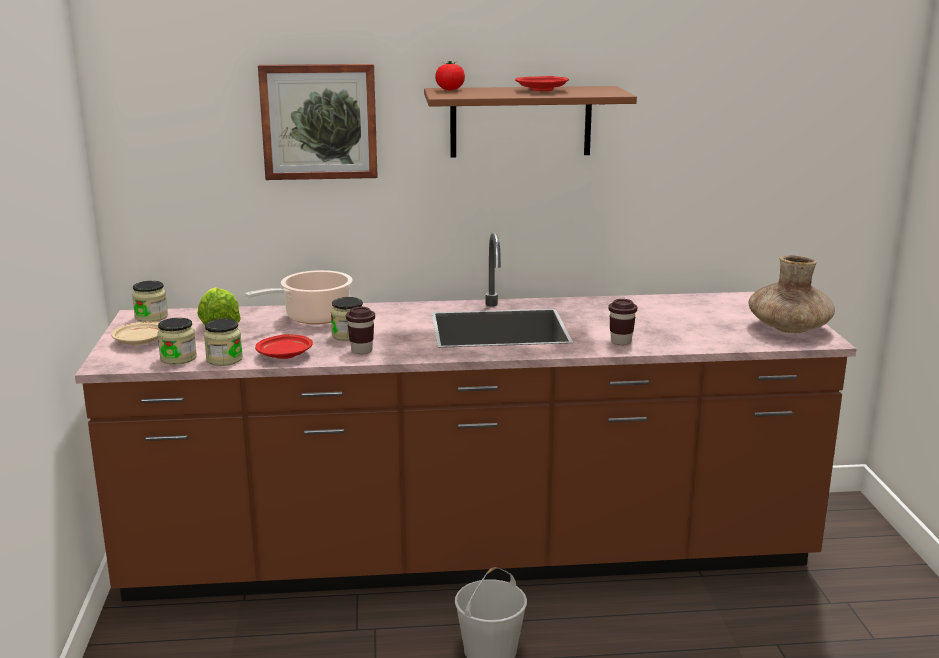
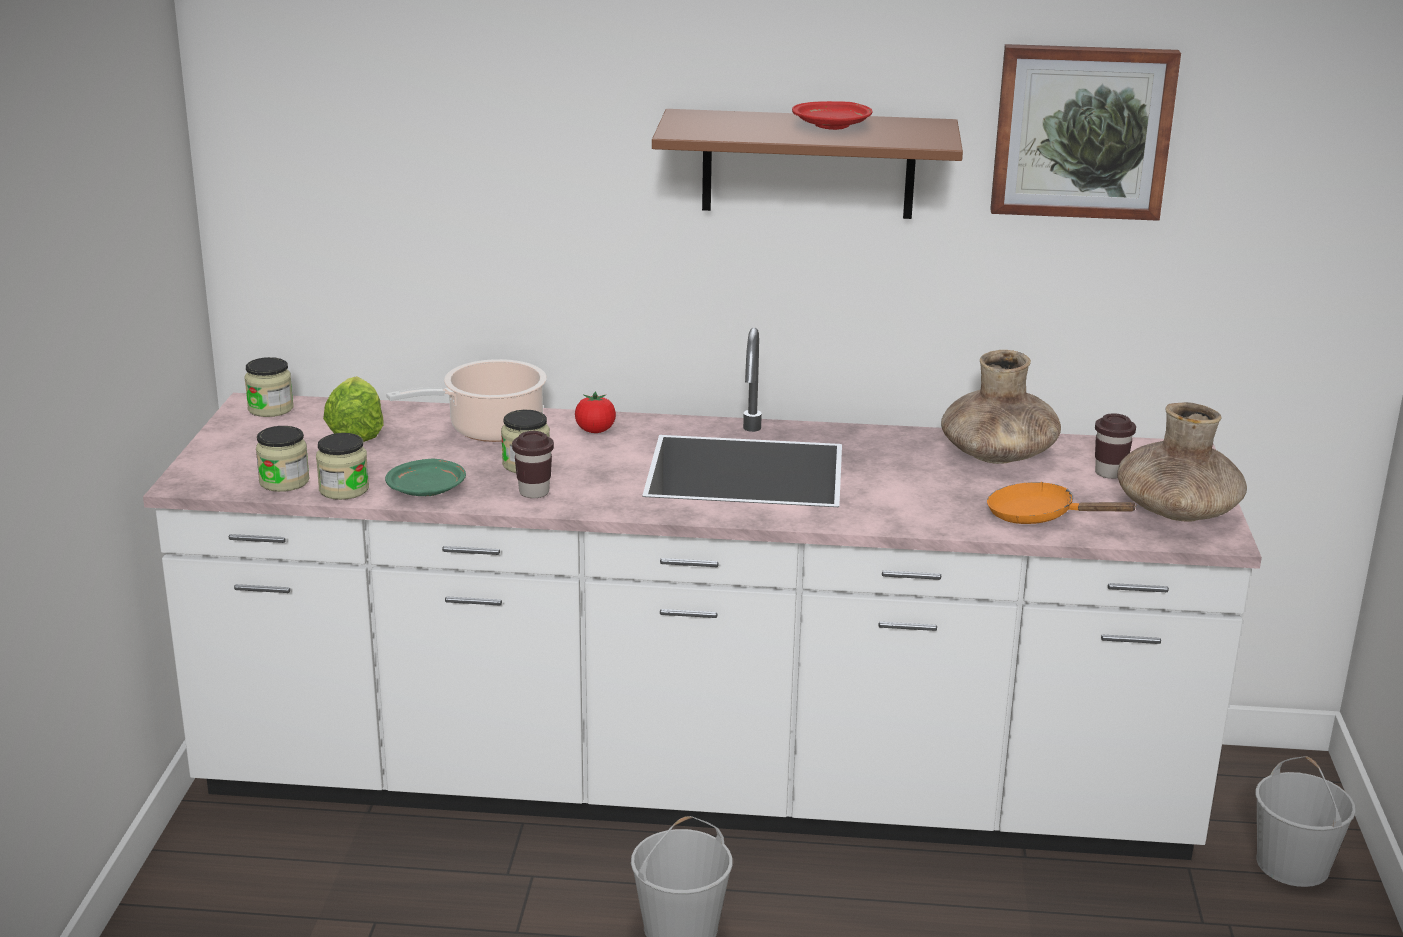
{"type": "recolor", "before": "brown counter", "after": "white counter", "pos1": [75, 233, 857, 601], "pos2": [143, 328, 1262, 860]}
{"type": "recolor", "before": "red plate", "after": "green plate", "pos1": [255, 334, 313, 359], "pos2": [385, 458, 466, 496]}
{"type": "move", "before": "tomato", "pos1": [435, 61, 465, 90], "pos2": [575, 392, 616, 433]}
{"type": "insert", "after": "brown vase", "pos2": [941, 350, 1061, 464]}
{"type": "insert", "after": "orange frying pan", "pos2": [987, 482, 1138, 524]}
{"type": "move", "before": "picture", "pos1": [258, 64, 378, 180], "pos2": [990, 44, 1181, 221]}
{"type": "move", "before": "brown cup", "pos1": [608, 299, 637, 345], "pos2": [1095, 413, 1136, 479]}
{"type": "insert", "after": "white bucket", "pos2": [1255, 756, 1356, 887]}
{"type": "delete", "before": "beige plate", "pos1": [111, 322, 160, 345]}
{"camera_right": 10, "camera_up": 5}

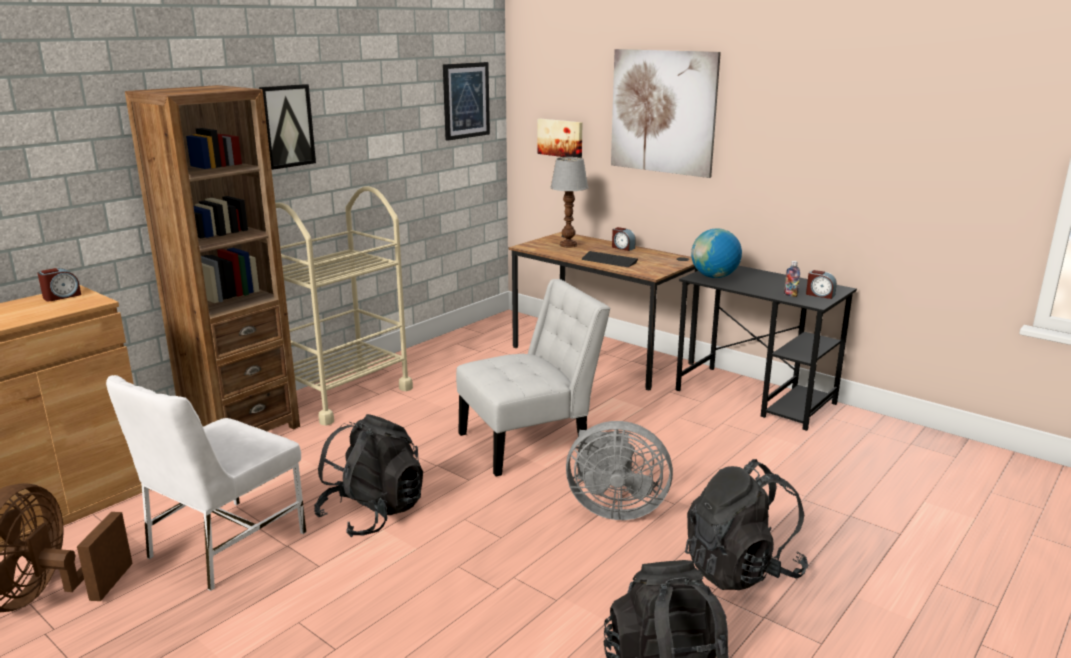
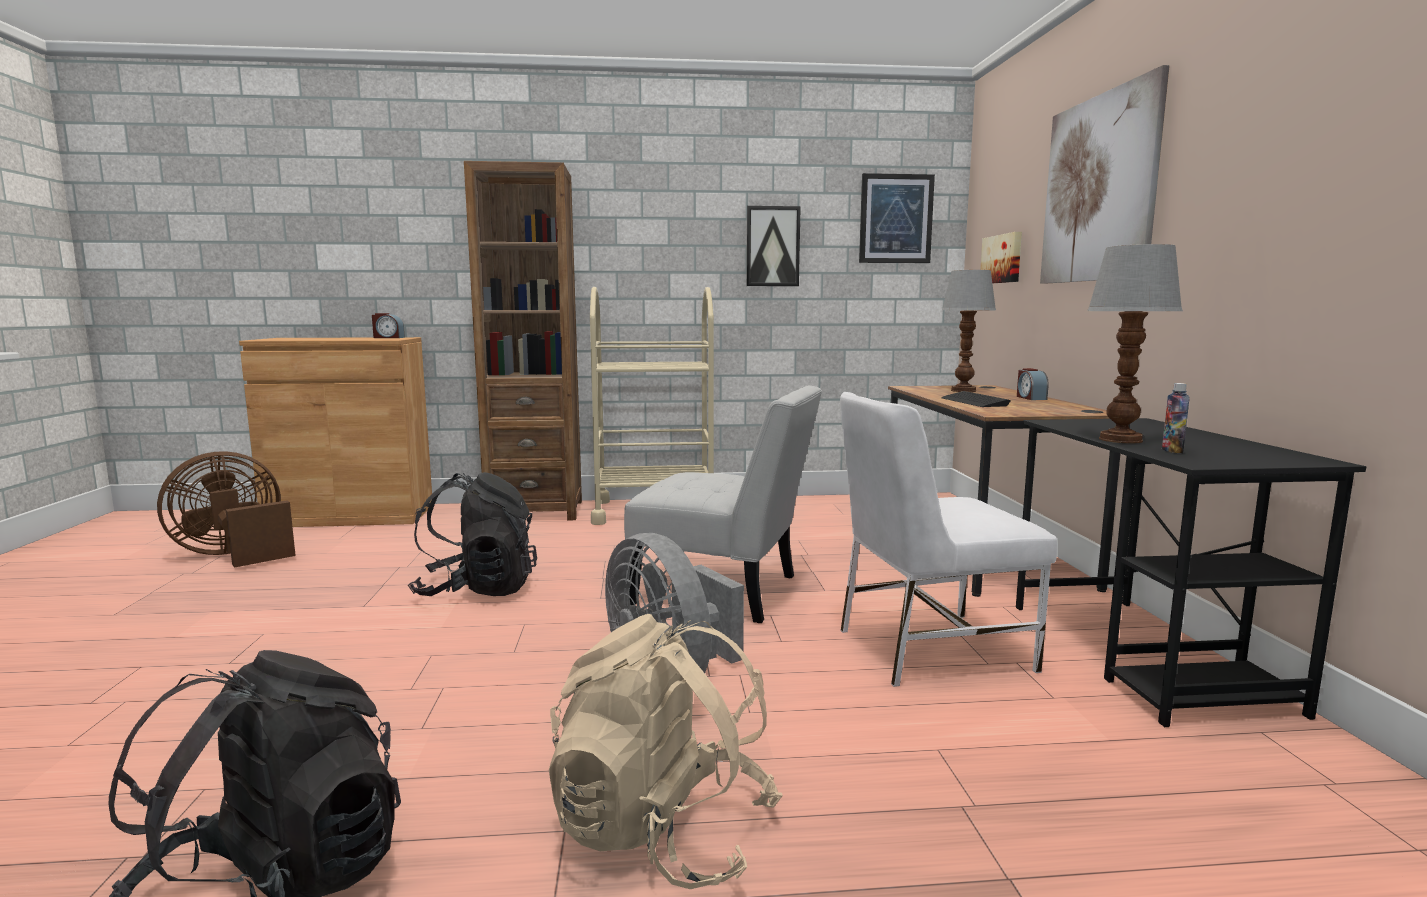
{"type": "recolor", "before": "black backpack", "after": "beige backpack", "pos1": [685, 459, 808, 590], "pos2": [549, 614, 783, 889]}
{"type": "move", "before": "picture", "pos1": [259, 84, 316, 170], "pos2": [746, 206, 801, 286]}
{"type": "move", "before": "white chair", "pos1": [106, 375, 306, 591], "pos2": [840, 392, 1058, 687]}
{"type": "insert", "after": "table lamp", "pos2": [1087, 244, 1183, 443]}
{"type": "delete", "before": "globe", "pos1": [691, 228, 742, 278]}
{"type": "delete", "before": "alarm clock", "pos1": [806, 270, 837, 299]}
{"camera_right": 45, "camera_up": -10}

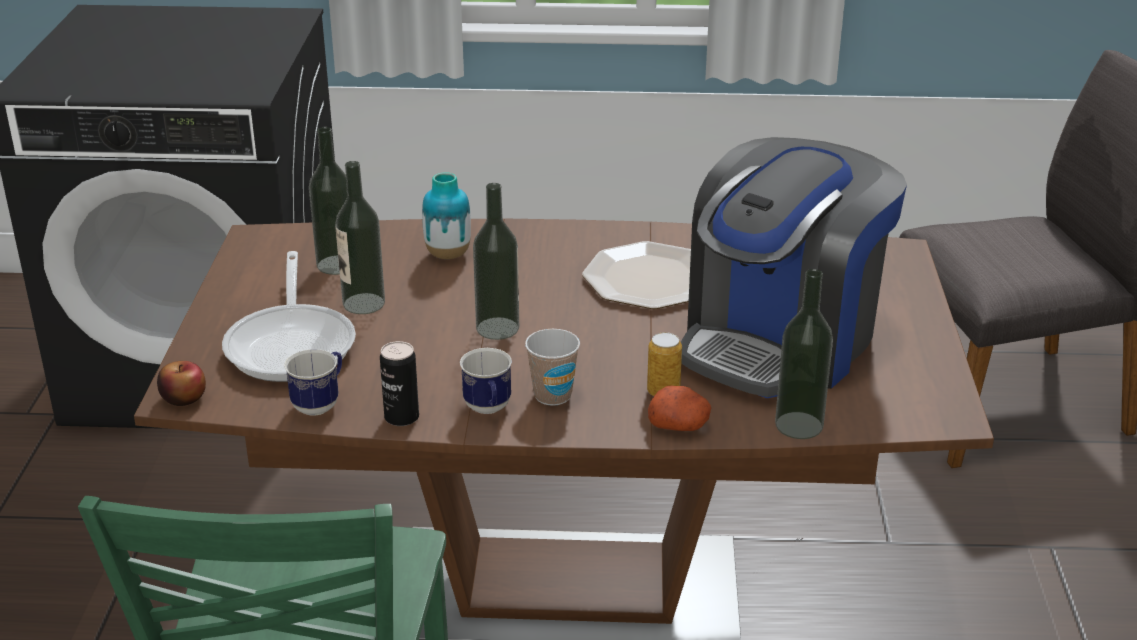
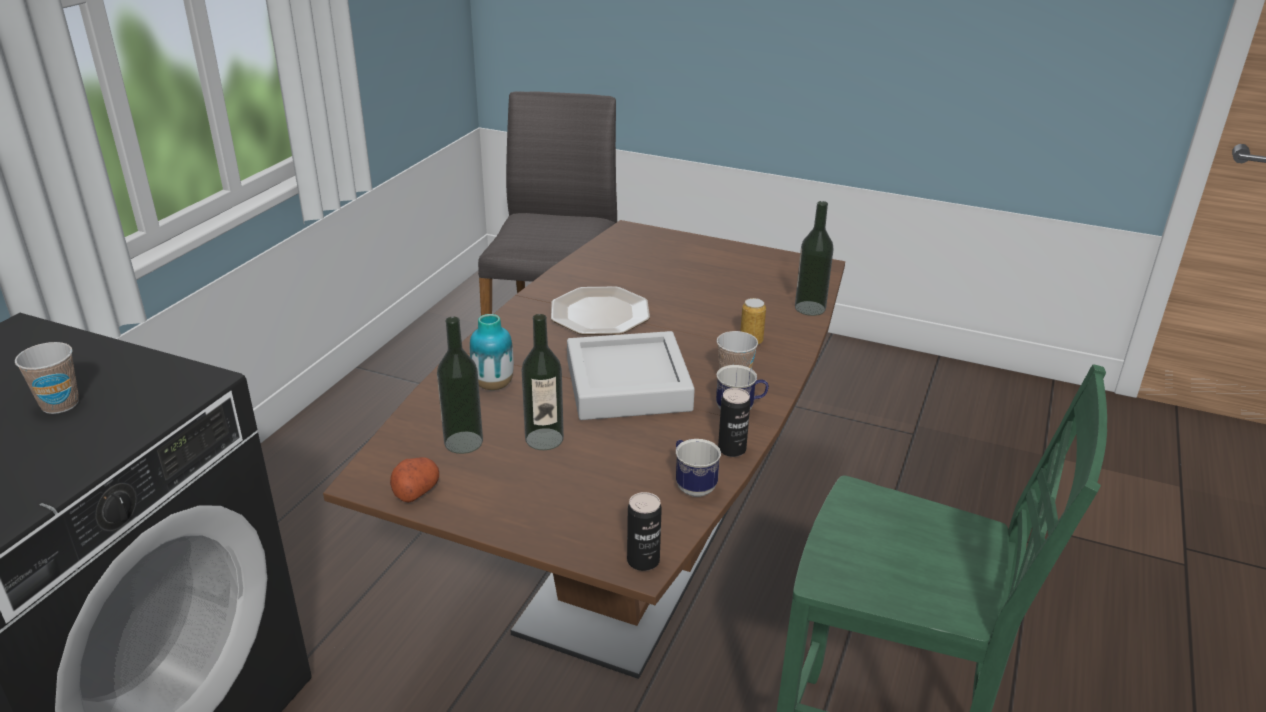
{"type": "insert", "after": "cup", "pos2": [15, 342, 79, 414]}
{"type": "move", "before": "potato", "pos1": [648, 385, 711, 431], "pos2": [390, 457, 439, 503]}
{"type": "replace", "before": "bottle", "after": "grey tray", "pos1": [473, 183, 519, 340], "pos2": [567, 331, 695, 420]}
{"type": "replace", "before": "apple", "after": "can", "pos1": [157, 361, 206, 406], "pos2": [627, 492, 662, 571]}
{"type": "delete", "before": "frying pan", "pos1": [222, 251, 356, 382]}
{"type": "delete", "before": "coffee machine", "pos1": [681, 137, 907, 398]}
{"camera_right": -70, "camera_up": 0}

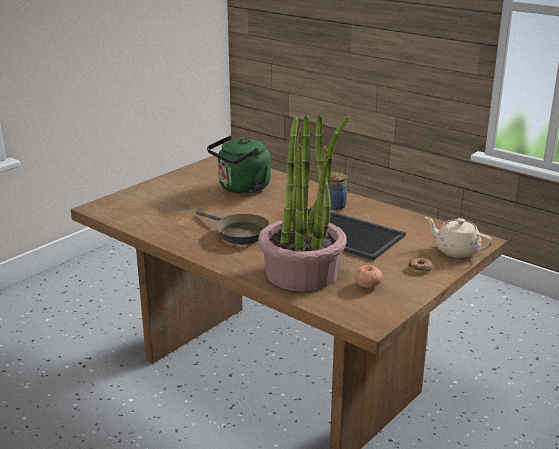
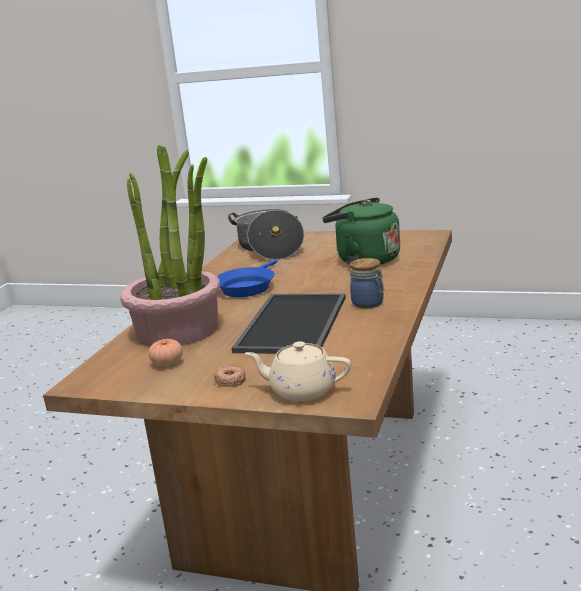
{"type": "recolor", "before": "brown frying pan", "after": "blue frying pan", "pos1": [196, 211, 270, 245], "pos2": [217, 259, 277, 297]}
{"type": "insert", "after": "cooking pot", "pos2": [228, 209, 304, 260]}
{"type": "rotate", "before": "beige teapot", "pos1": [425, 217, 492, 258], "pos2": [244, 341, 351, 401], "turn": -90}
{"camera_right": 70, "camera_up": -5}

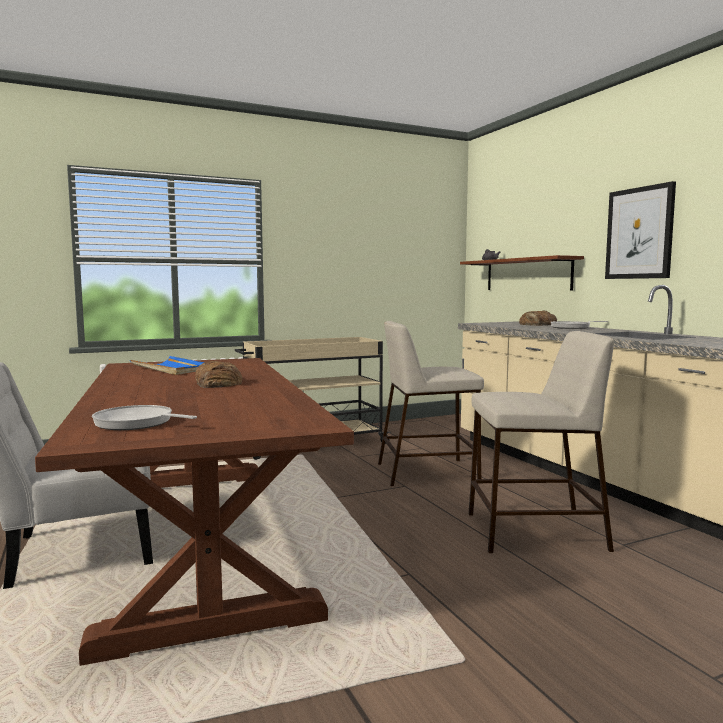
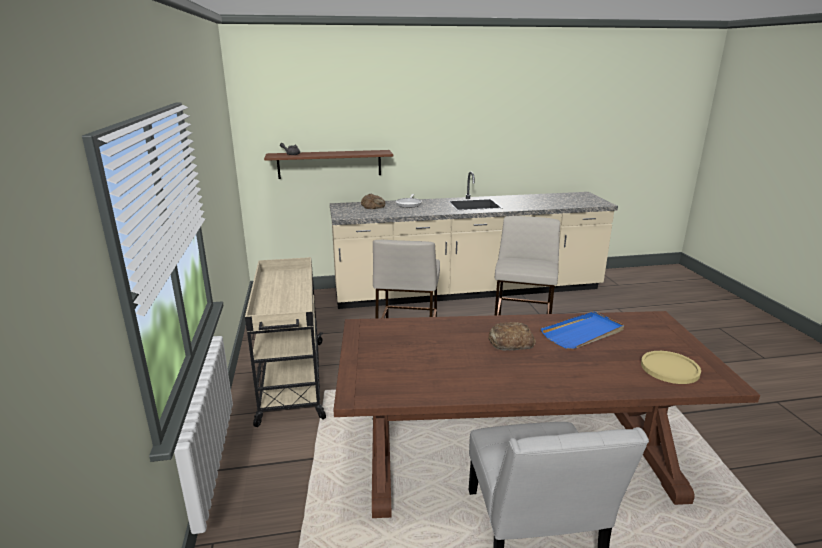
{"type": "move", "before": "blue tray", "pos1": [130, 356, 204, 375], "pos2": [541, 311, 624, 349]}
{"type": "replace", "before": "frying pan", "after": "yellow plate", "pos1": [92, 405, 197, 430], "pos2": [641, 351, 701, 384]}
{"type": "delete", "before": "picture", "pos1": [605, 181, 676, 279]}
{"camera_right": -75, "camera_up": 15}

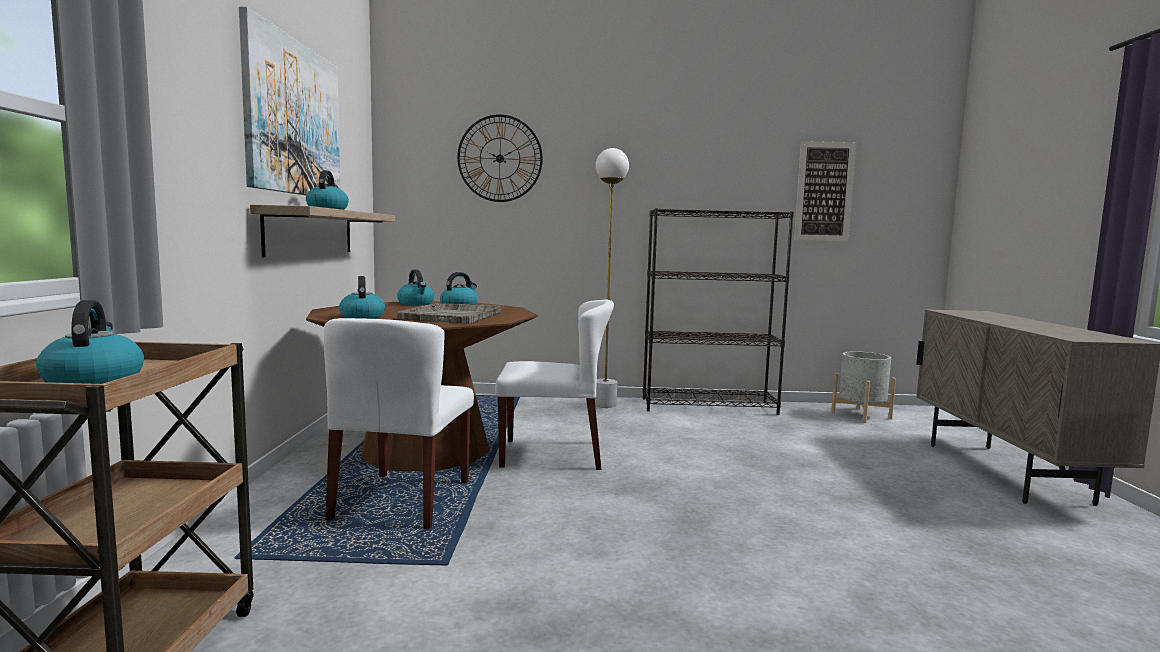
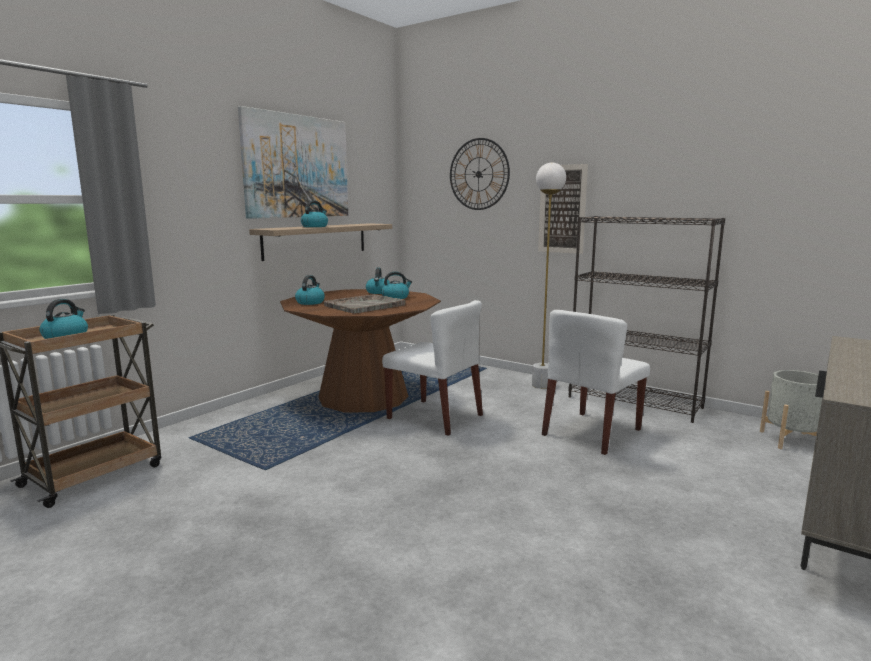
{"type": "move", "before": "picture", "pos1": [794, 141, 856, 241], "pos2": [538, 164, 588, 254]}
{"type": "move", "before": "white chair", "pos1": [324, 318, 474, 529], "pos2": [542, 310, 650, 455]}
{"camera_right": 35, "camera_up": 5}

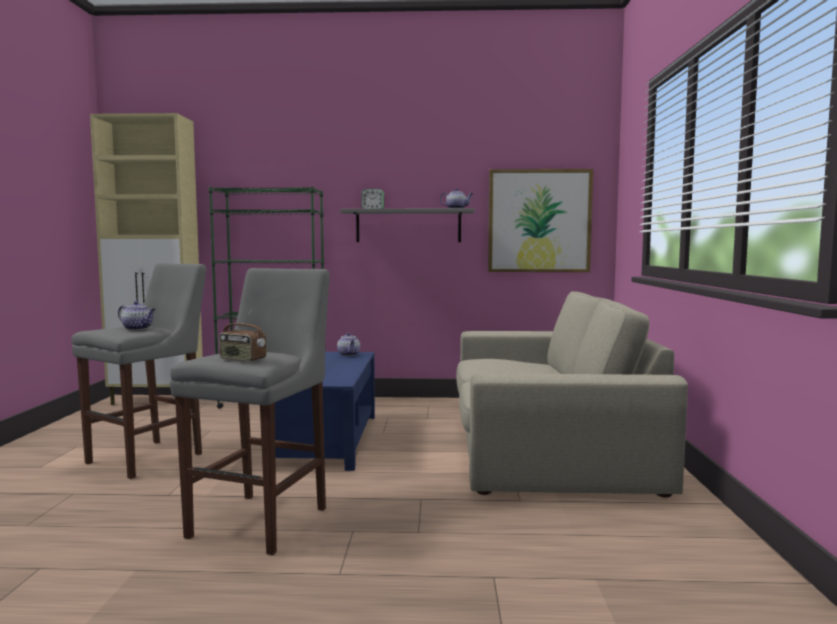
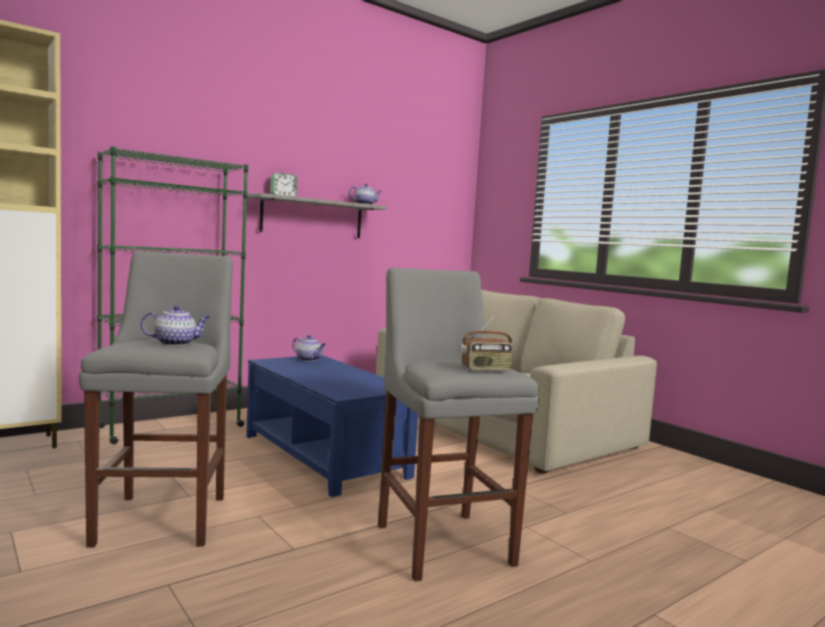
{"type": "delete", "before": "picture", "pos1": [488, 169, 593, 272]}
{"camera_right": -40, "camera_up": 0}

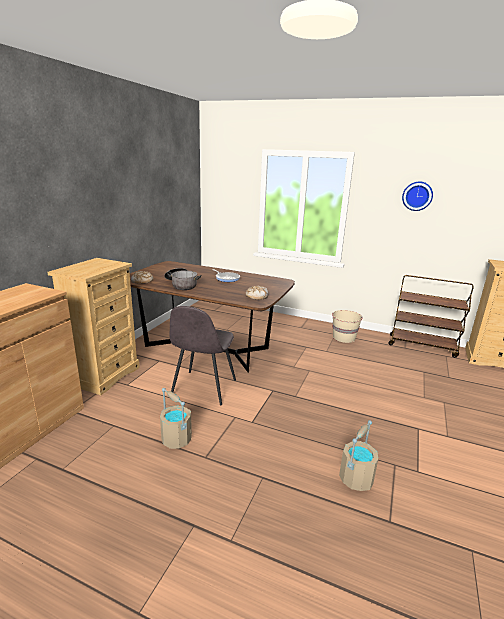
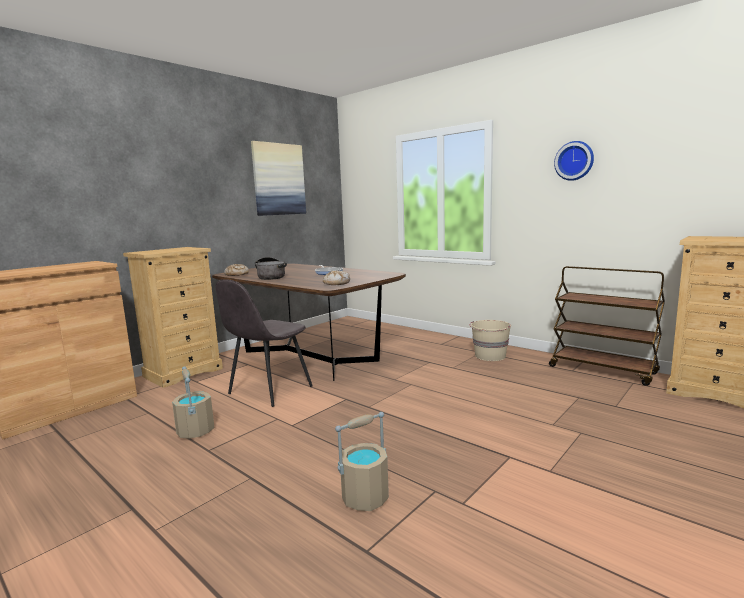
{"type": "insert", "after": "picture", "pos2": [251, 141, 306, 216]}
{"camera_right": 20, "camera_up": -10}

